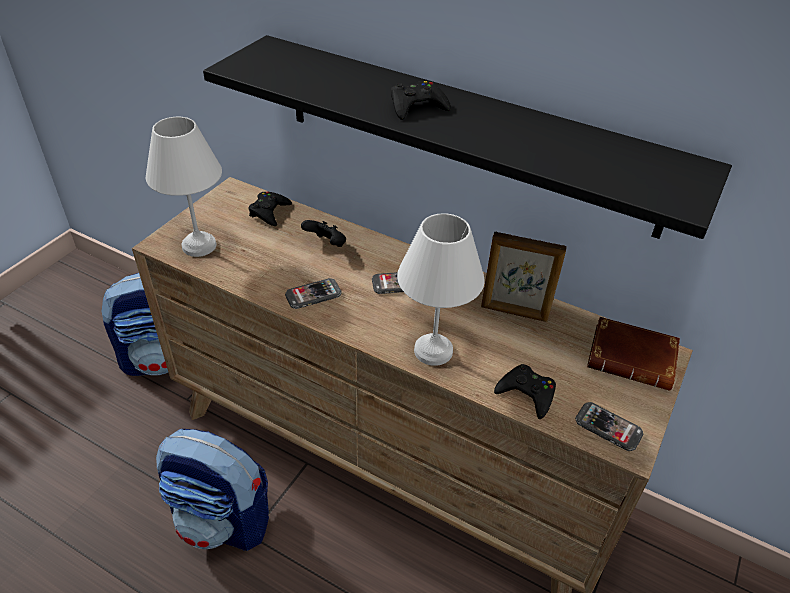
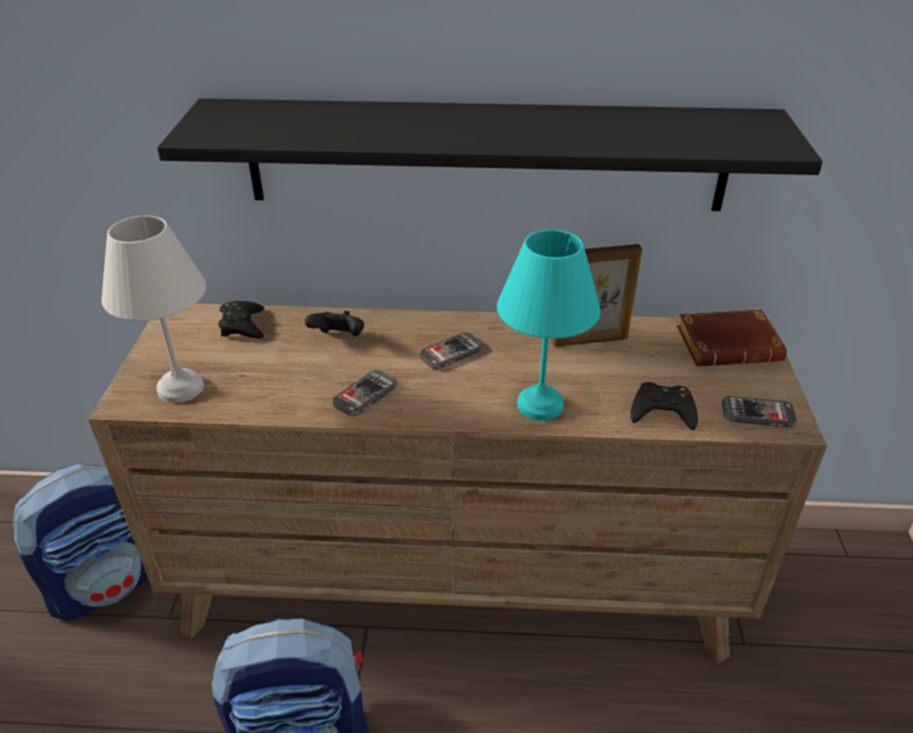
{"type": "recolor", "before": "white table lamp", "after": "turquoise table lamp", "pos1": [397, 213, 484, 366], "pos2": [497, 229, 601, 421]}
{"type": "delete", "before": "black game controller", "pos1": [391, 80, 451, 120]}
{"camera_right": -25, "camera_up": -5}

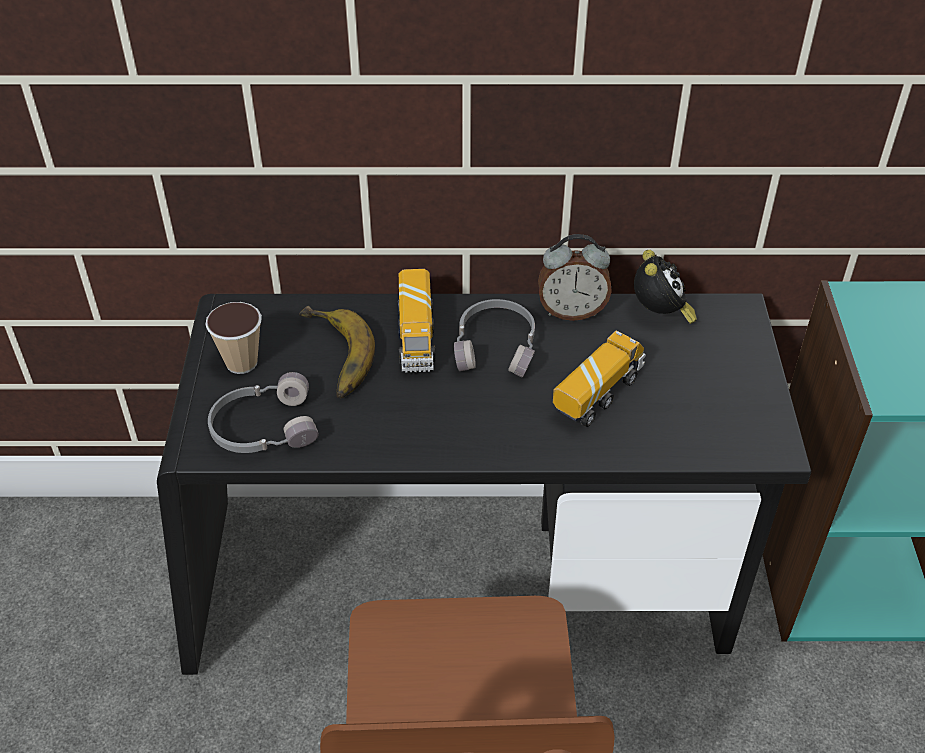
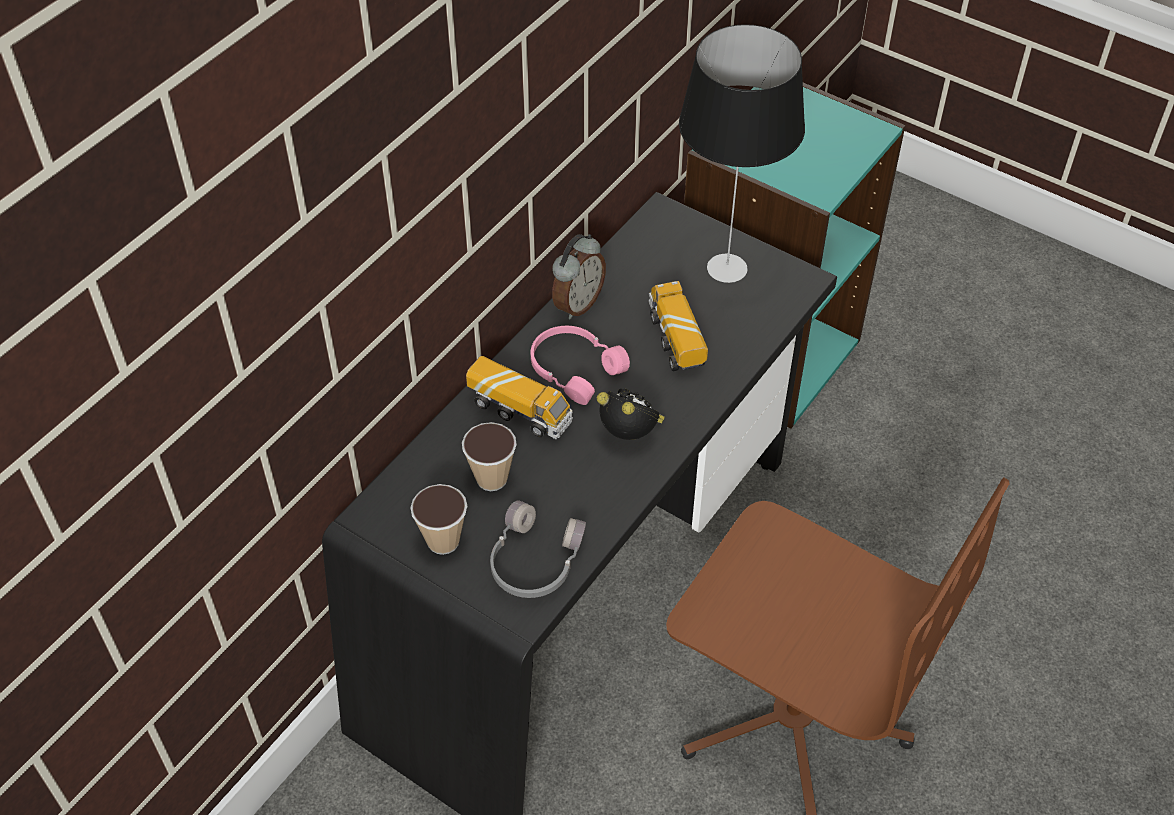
{"type": "replace", "before": "banana", "after": "cup", "pos1": [299, 306, 375, 398], "pos2": [462, 422, 517, 491]}
{"type": "recolor", "before": "grey headphones", "after": "pink headphones", "pos1": [454, 299, 535, 378], "pos2": [531, 326, 630, 405]}
{"type": "move", "before": "alarm clock", "pos1": [634, 250, 697, 324], "pos2": [597, 388, 665, 440]}
{"type": "insert", "after": "table lamp", "pos2": [679, 24, 805, 283]}
{"camera_right": -55, "camera_up": 5}

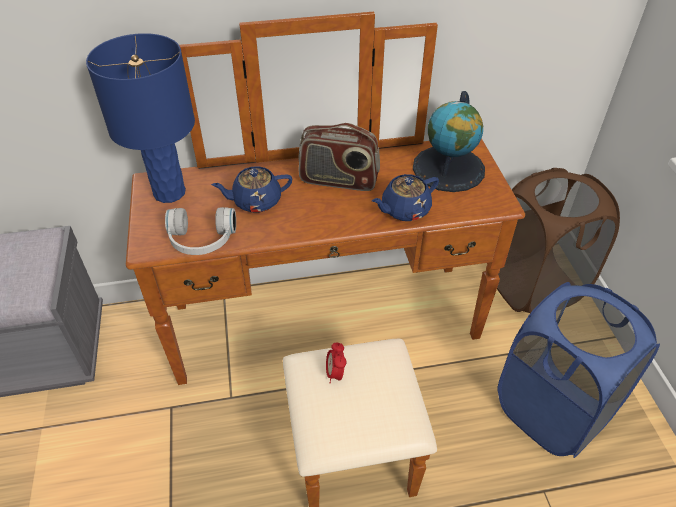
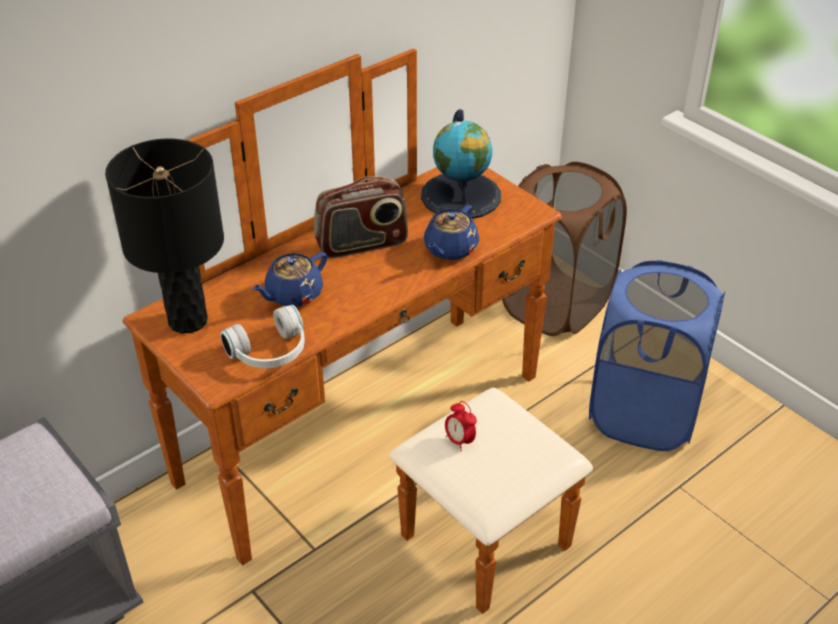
{"type": "recolor", "before": "blue table lamp", "after": "black table lamp", "pos1": [86, 33, 195, 203], "pos2": [105, 139, 224, 334]}
{"camera_right": -30, "camera_up": -5}

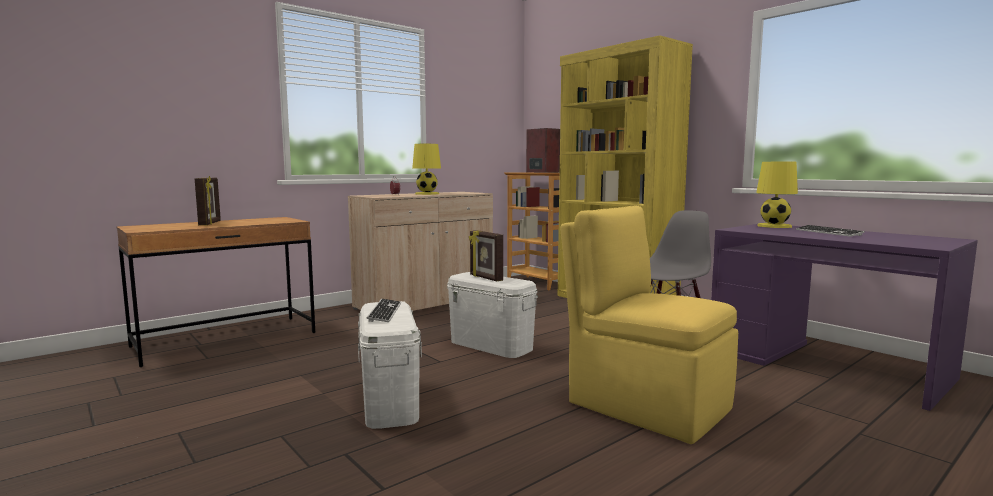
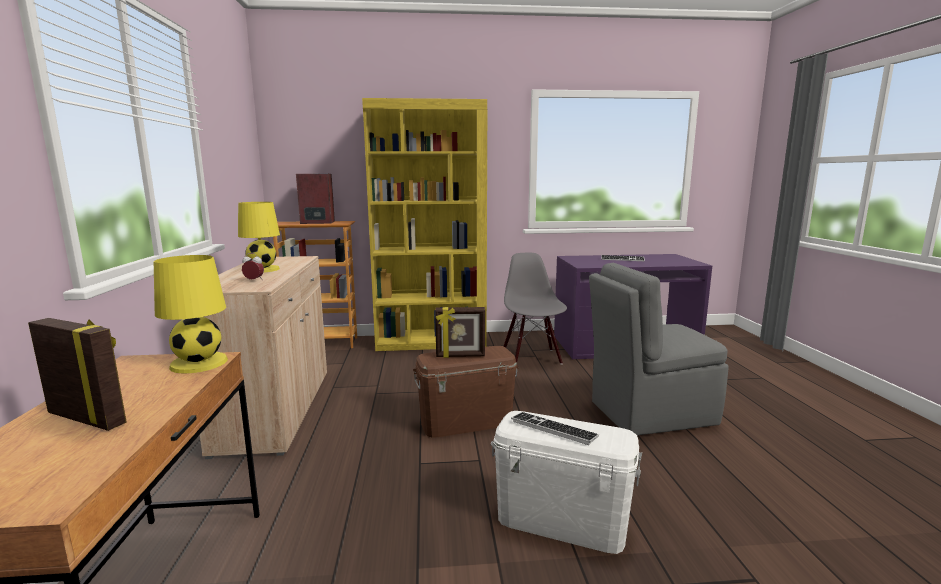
{"type": "move", "before": "yellow table lamp", "pos1": [756, 162, 798, 228], "pos2": [154, 255, 228, 373]}
{"type": "recolor", "before": "white storage box", "after": "brown storage box", "pos1": [447, 272, 538, 358], "pos2": [413, 346, 519, 438]}
{"type": "recolor", "before": "yellow chair", "after": "grey chair", "pos1": [560, 205, 738, 444], "pos2": [589, 263, 729, 435]}
{"camera_right": -55, "camera_up": 5}

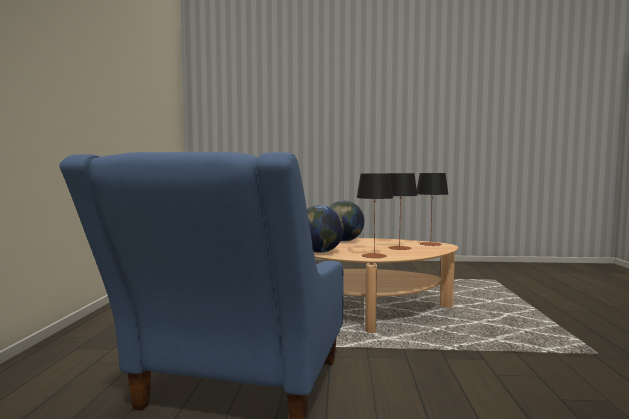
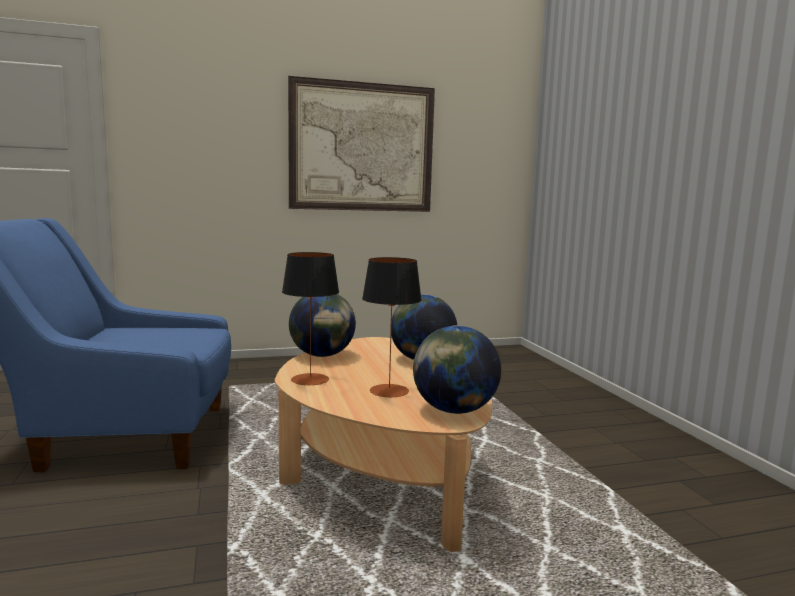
{"type": "insert", "after": "picture", "pos2": [288, 76, 435, 212]}
{"type": "replace", "before": "table lamp", "after": "globe", "pos1": [417, 173, 448, 246], "pos2": [413, 326, 501, 414]}
{"camera_right": 70, "camera_up": 5}

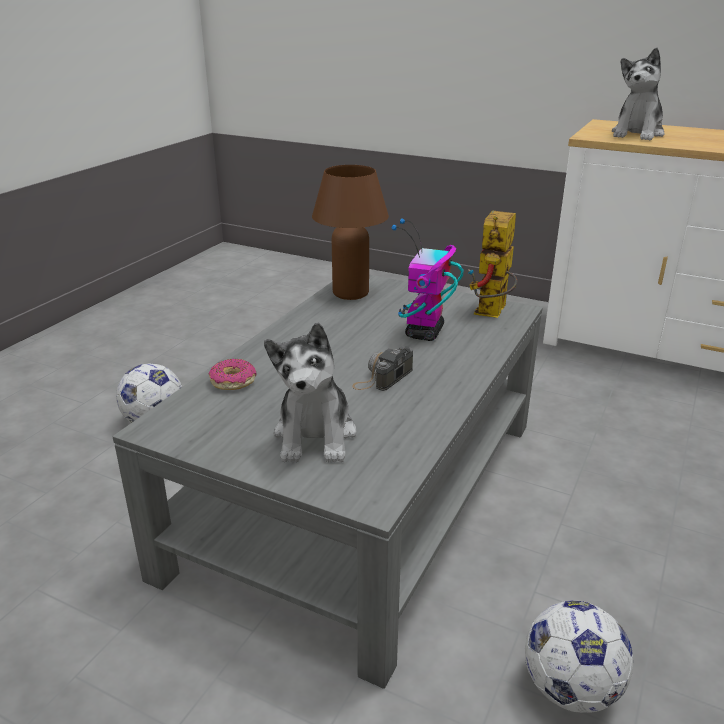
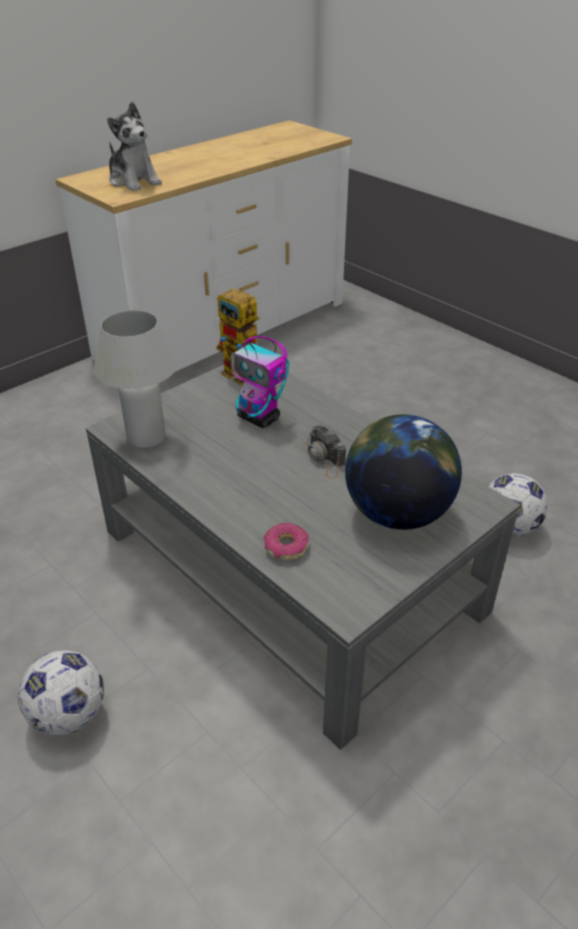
{"type": "recolor", "before": "brown table lamp", "after": "white table lamp", "pos1": [312, 165, 389, 300], "pos2": [94, 310, 177, 449]}
{"type": "replace", "before": "plush toy", "after": "globe", "pos1": [264, 322, 357, 462], "pos2": [345, 414, 462, 530]}
{"camera_right": -70, "camera_up": 10}

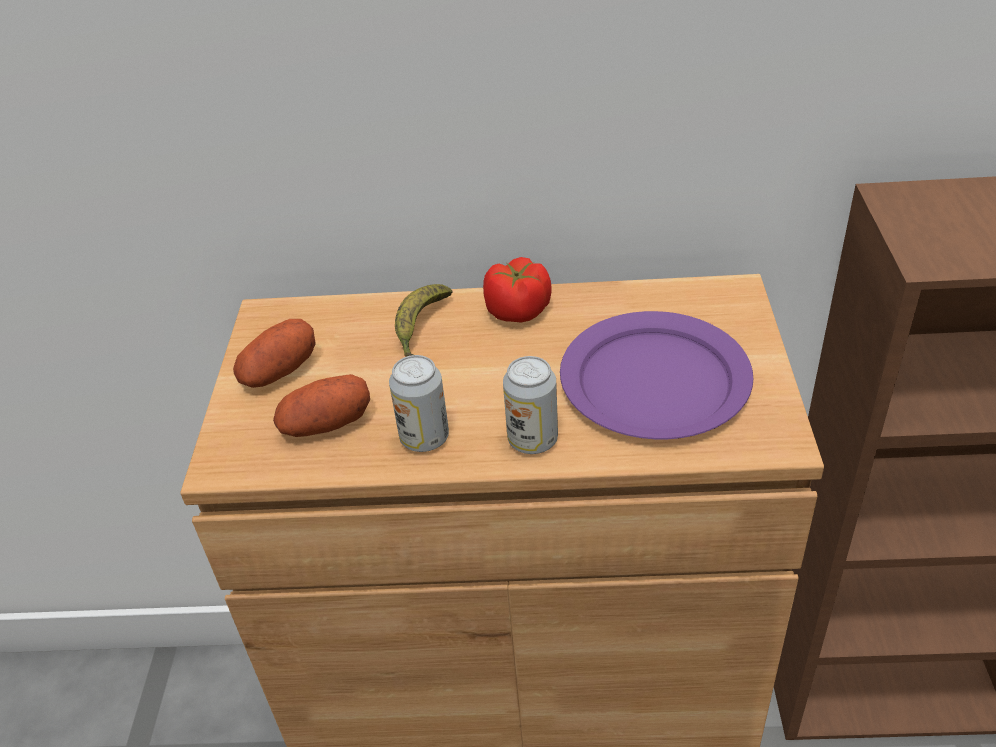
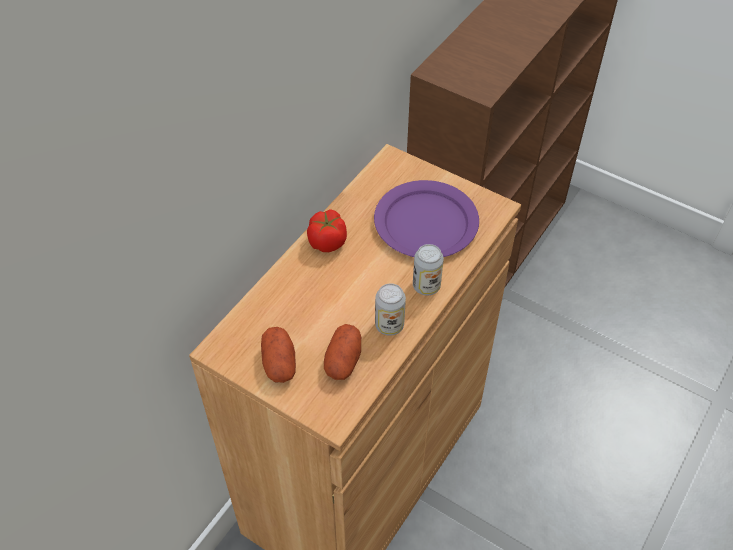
{"type": "delete", "before": "banana", "pos1": [395, 284, 453, 357]}
{"camera_right": -60, "camera_up": 10}

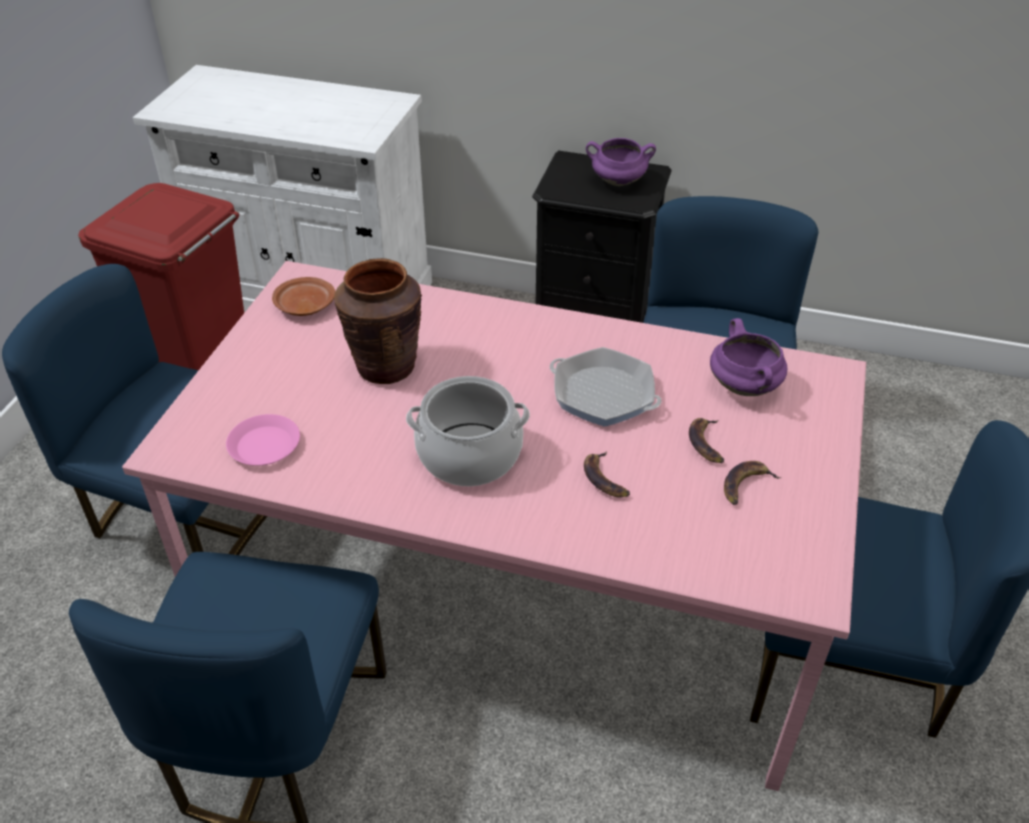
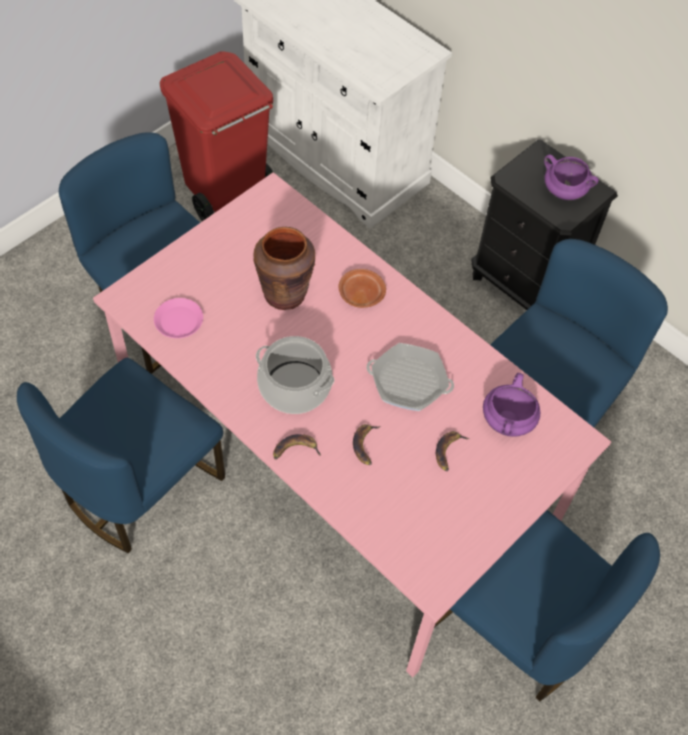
{"type": "move", "before": "banana", "pos1": [724, 461, 781, 505], "pos2": [273, 434, 321, 460]}
{"type": "move", "before": "brown plate", "pos1": [272, 277, 335, 316], "pos2": [339, 269, 386, 308]}
{"type": "rotate", "before": "frying pan", "pos1": [550, 347, 662, 427], "pos2": [367, 343, 454, 411], "turn": -45}
{"camera_right": 25, "camera_up": 15}

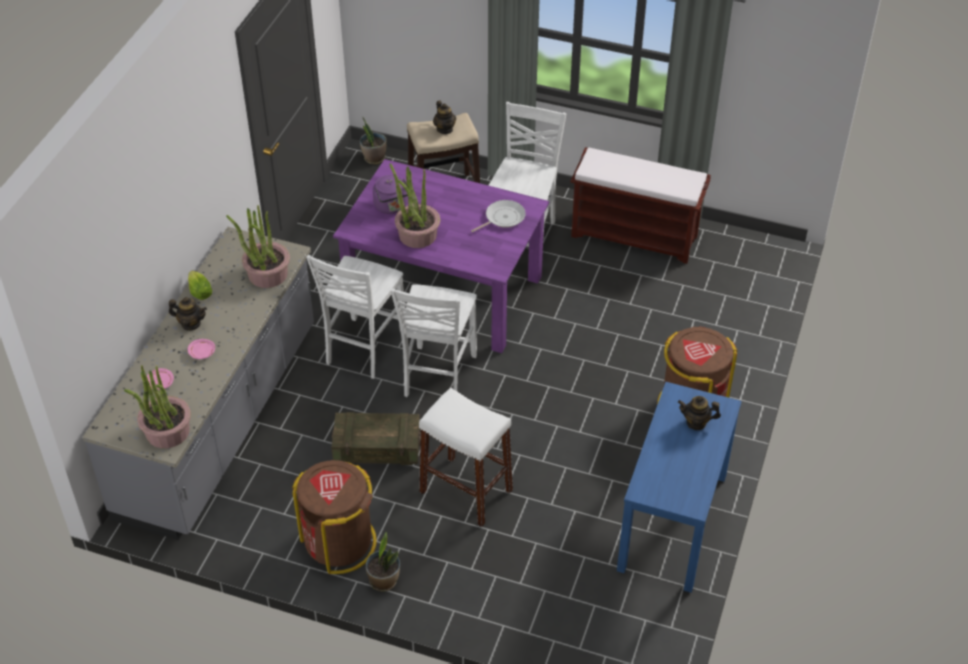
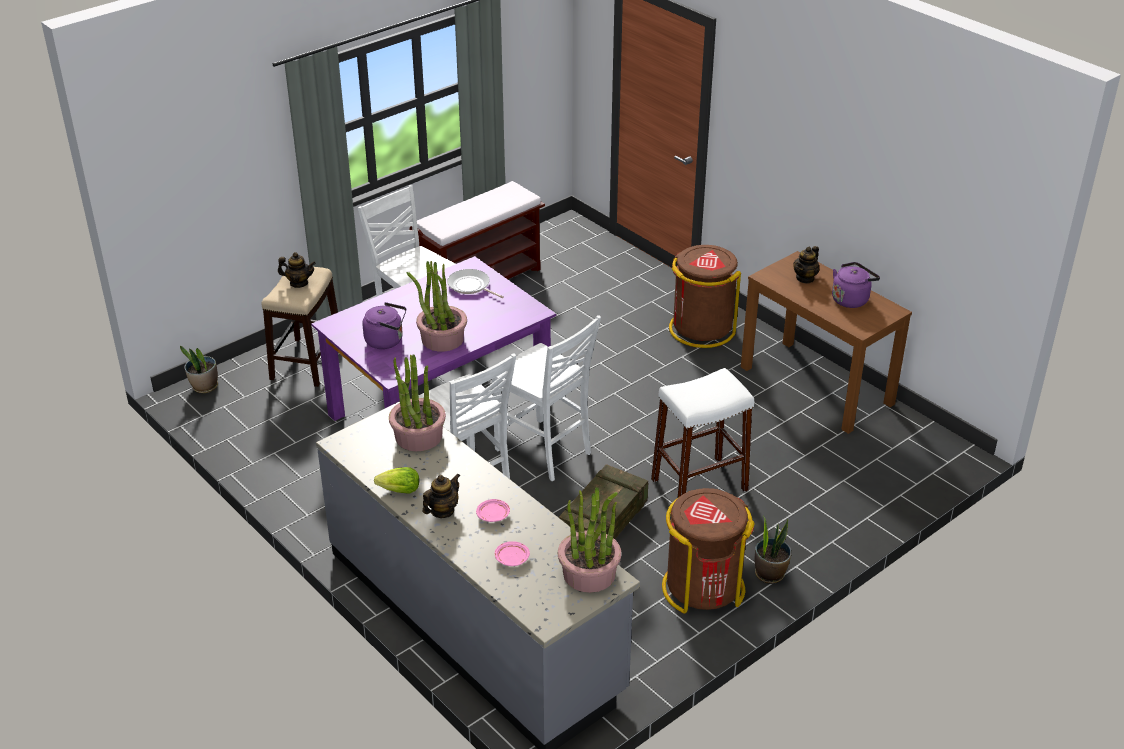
{"type": "rotate", "before": "frying pan", "pos1": [471, 200, 526, 232], "pos2": [447, 269, 504, 298], "turn": -45}
{"type": "recolor", "before": "blue console table", "after": "brown console table", "pos1": [617, 382, 742, 593], "pos2": [741, 251, 912, 434]}
{"type": "insert", "after": "purple kettle", "pos2": [832, 262, 880, 308]}
{"camera_right": -60, "camera_up": -10}

